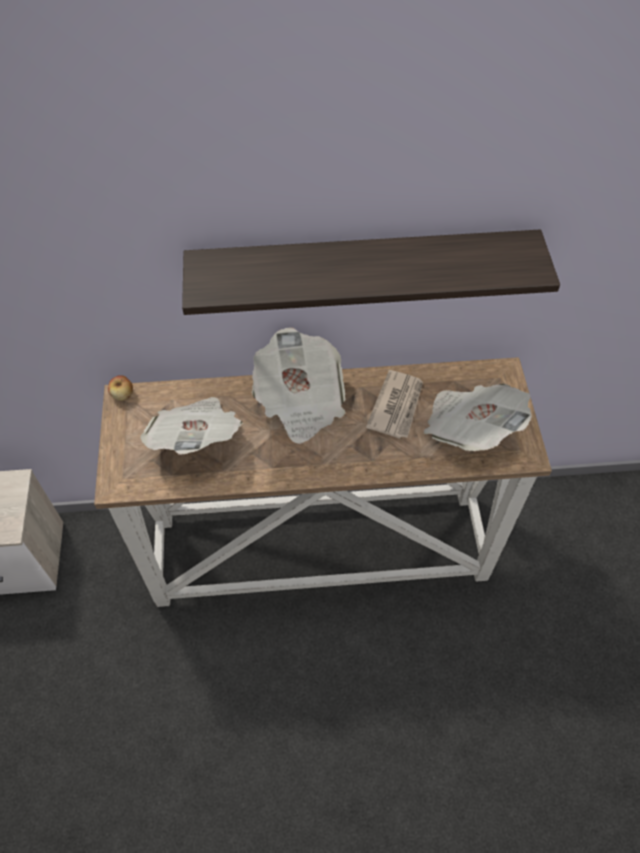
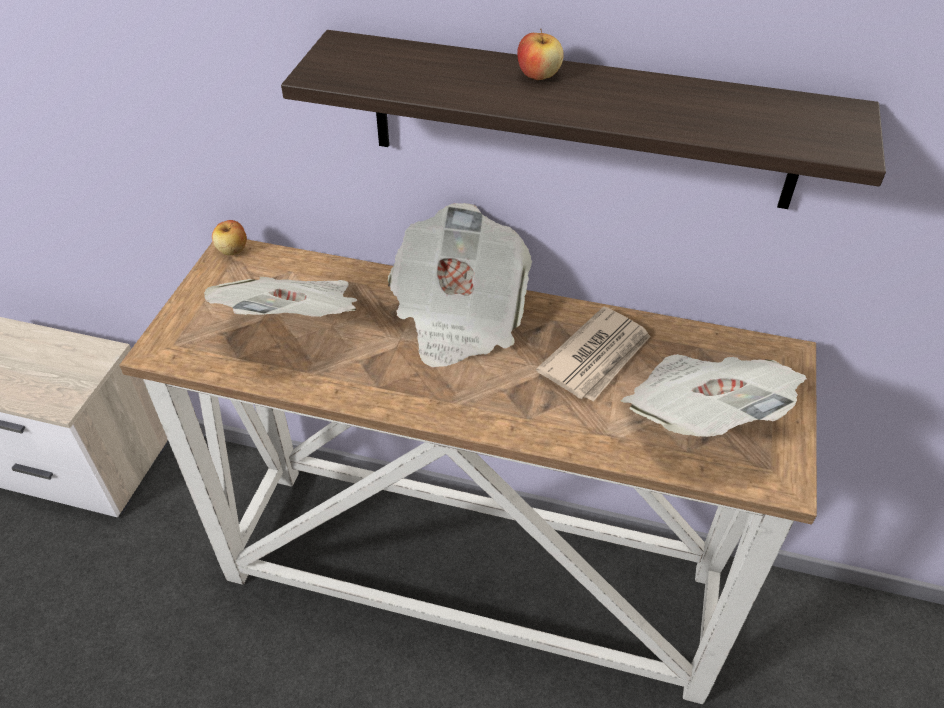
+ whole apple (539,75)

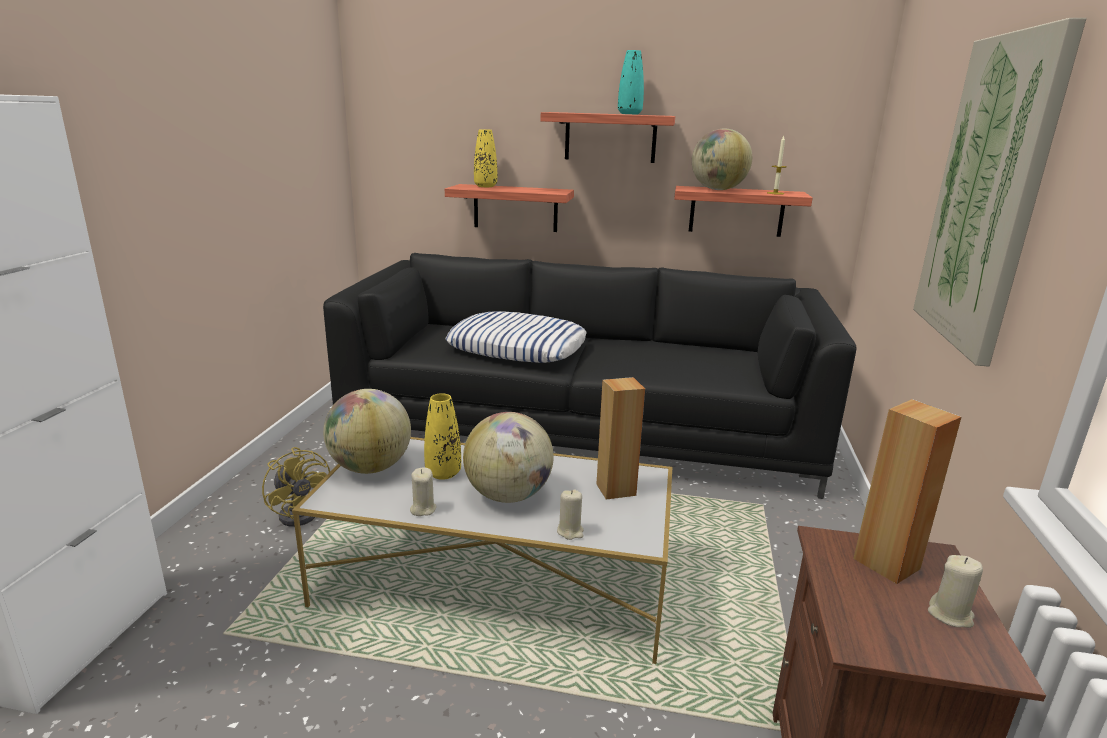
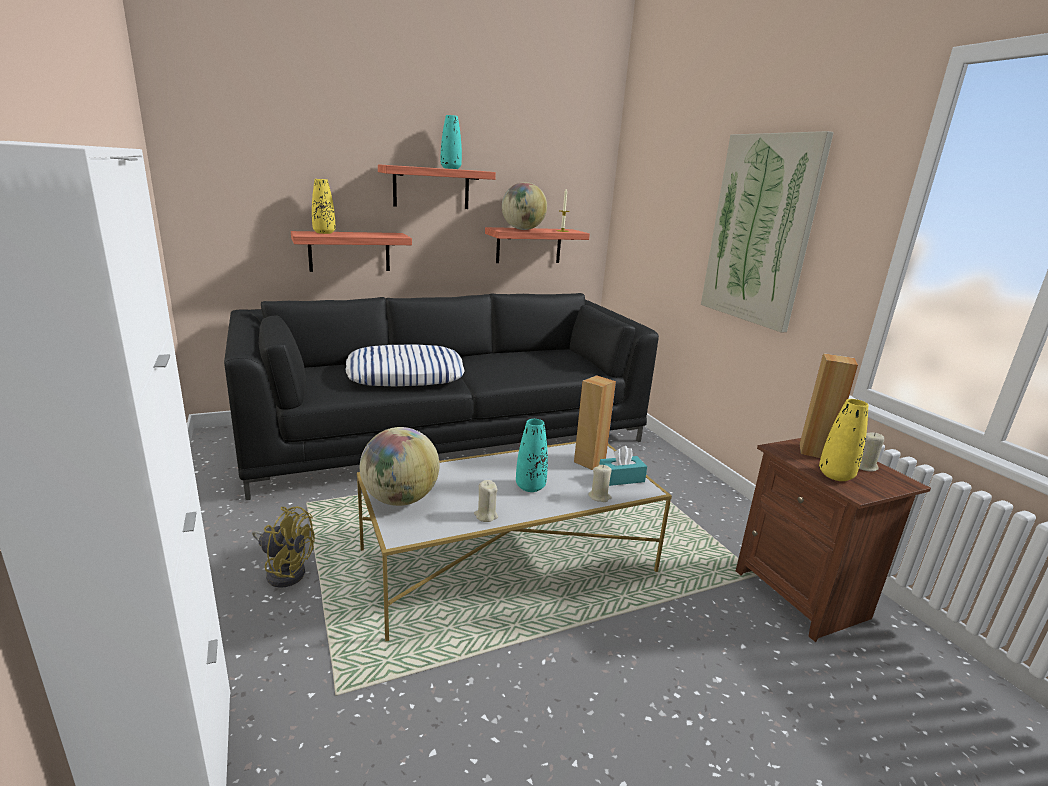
~ decorative vase (yellow) (443,473) to (835,475)
~ desk globe (508,495) to decorative vase (turquoise) (530,487)
+ tissue holder (turquoise) (621,478)

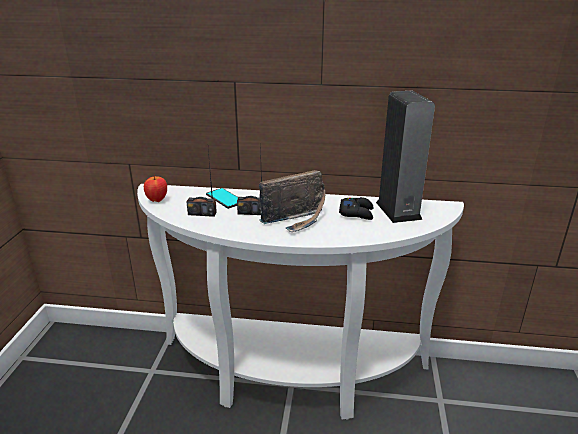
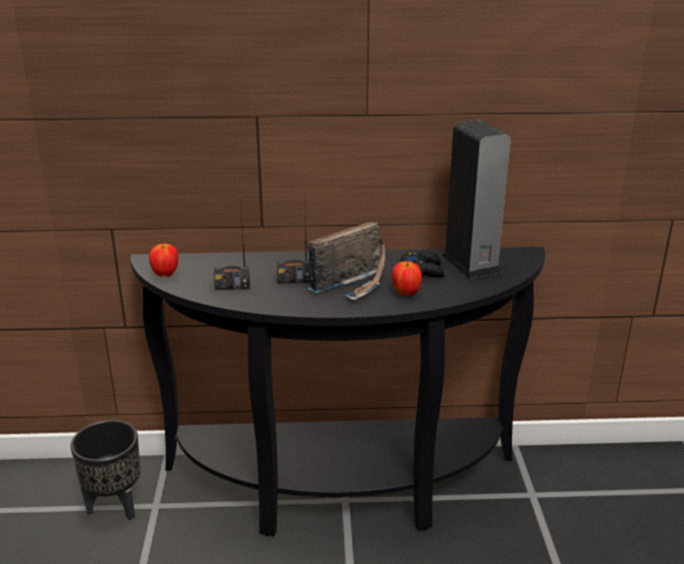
~ narrow table (white-coloured) (289,377) to narrow table (blackish) (341,491)
- handset (224,199)
+ flower pot (blackish) (116,505)
+ whole apple (406,293)

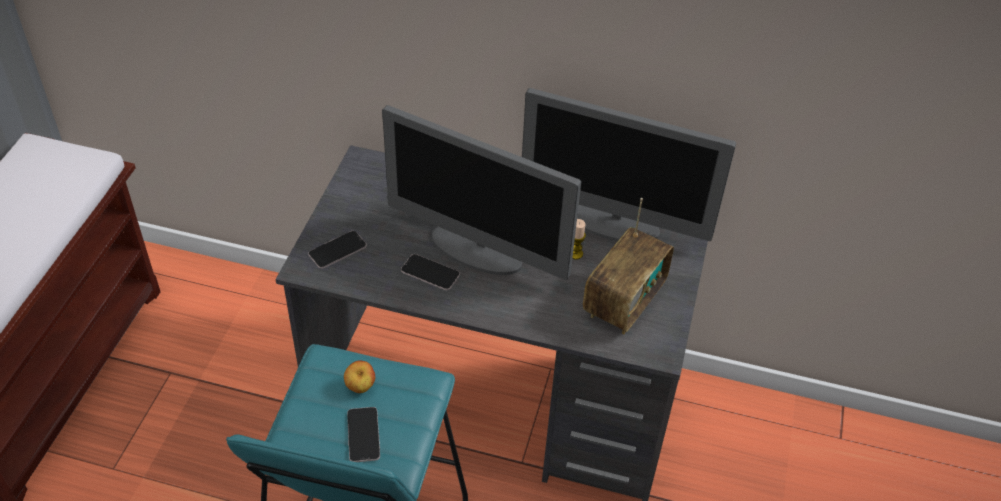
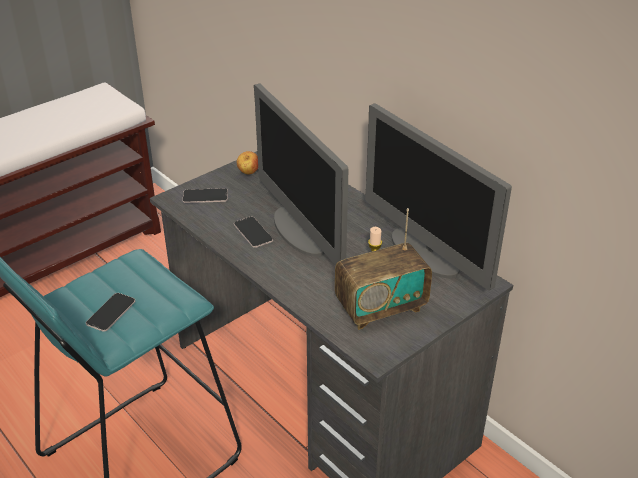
~ whole apple (360,387) to (248,173)

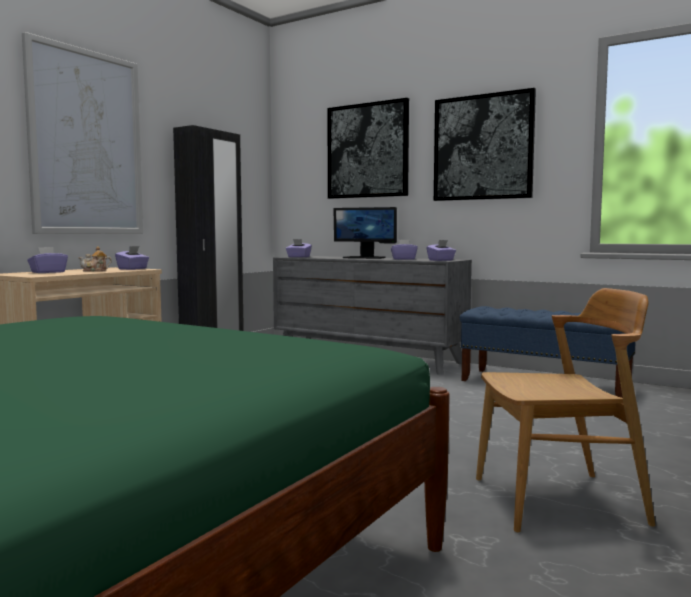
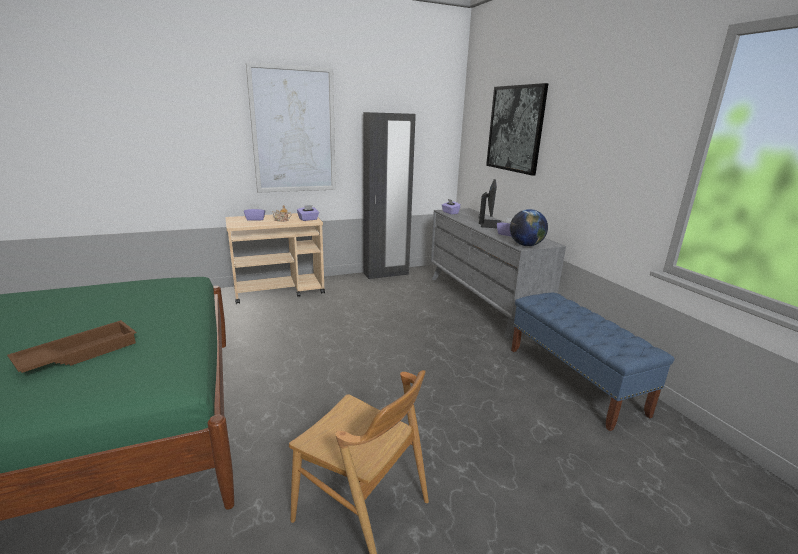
~ computer screen (364,258) = (490,224) 135 degrees counterclockwise
~ tissue holder (purple) (441,260) to desk globe (526,245)
- picture (483,147)
+ carrying tray (brown) (79,353)

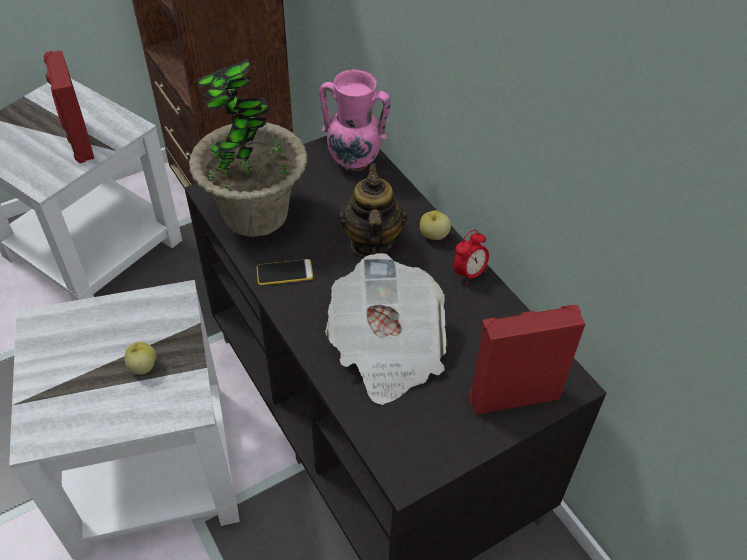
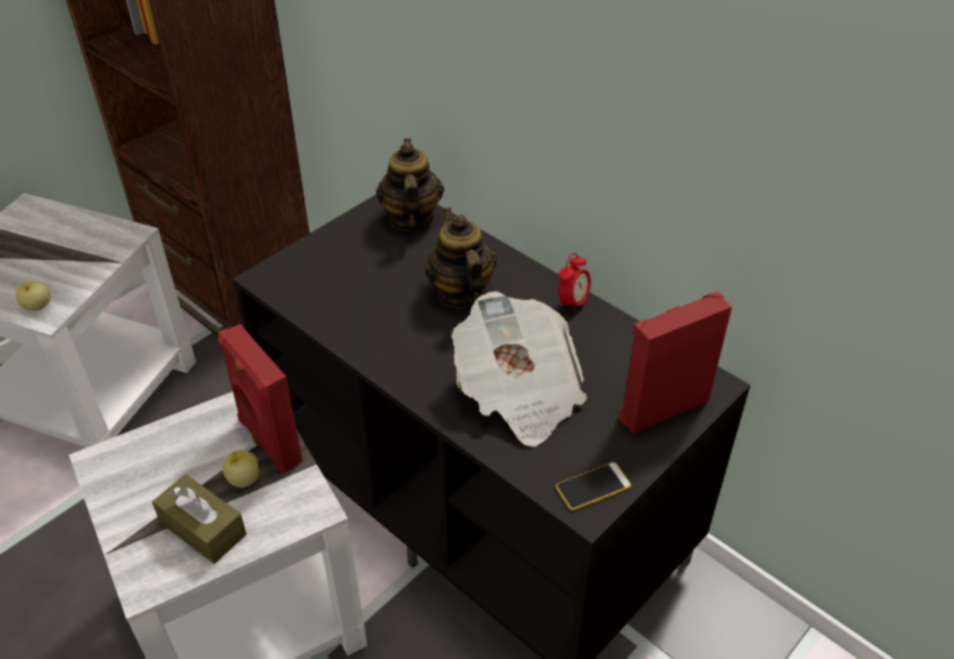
~ loudspeaker (red-coloured) (79,143) to (268,441)
- houseplant (255,214)
~ handset (284,273) to (593,487)
~ decorative vase (pink) (355,162) to teapot (411,219)
~ whole apple (433,235) to (37,306)
+ tissue holder (brown) (203,528)

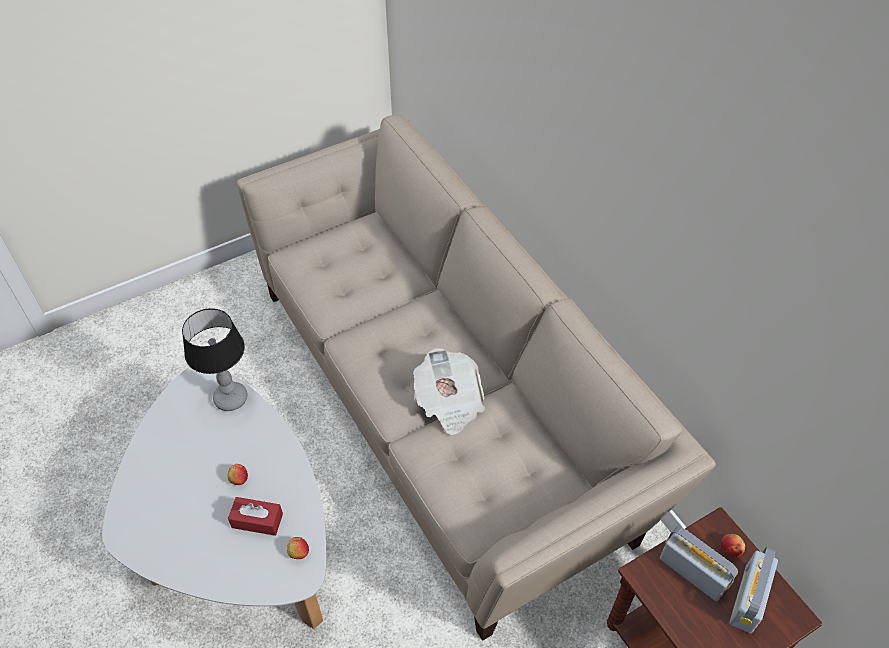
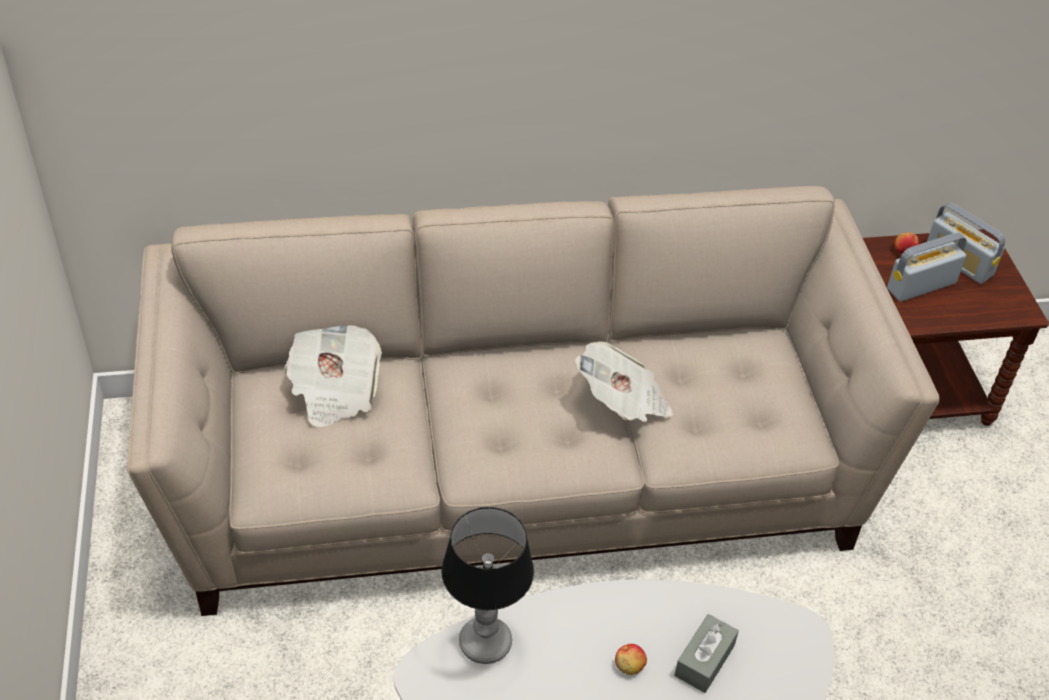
~ tissue holder (red-coloured) (257,520) to tissue holder (grey) (704,660)
- whole apple (298,552)
+ printed paper (334,390)

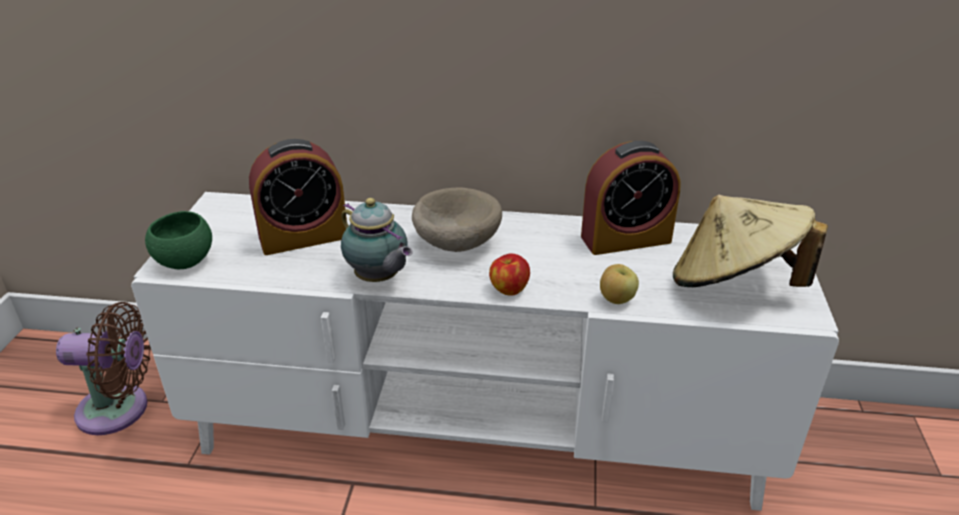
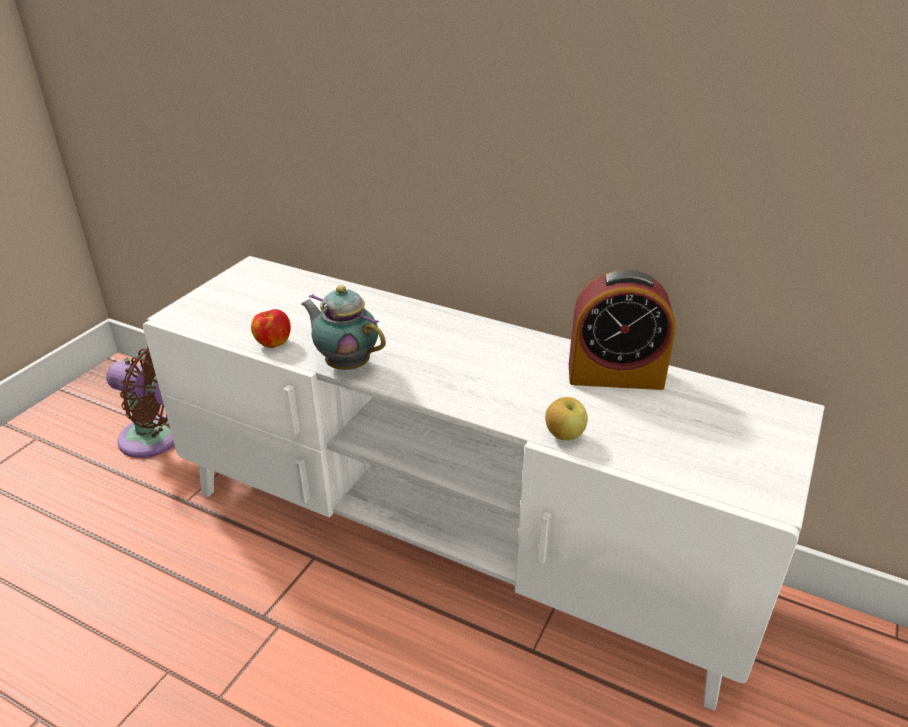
- deep dish (green-coloured) (185,261)
- bedside clock (303,237)
~ teapot (378,279) = (346,364) 150 degrees clockwise
- deep dish (beige-coloured) (455,242)
~ whole apple (508,289) to (273,343)
- wearable hat (beige-coloured) (734,284)

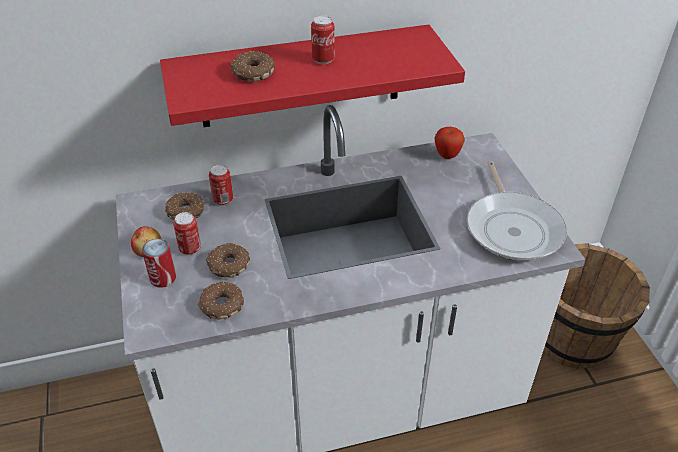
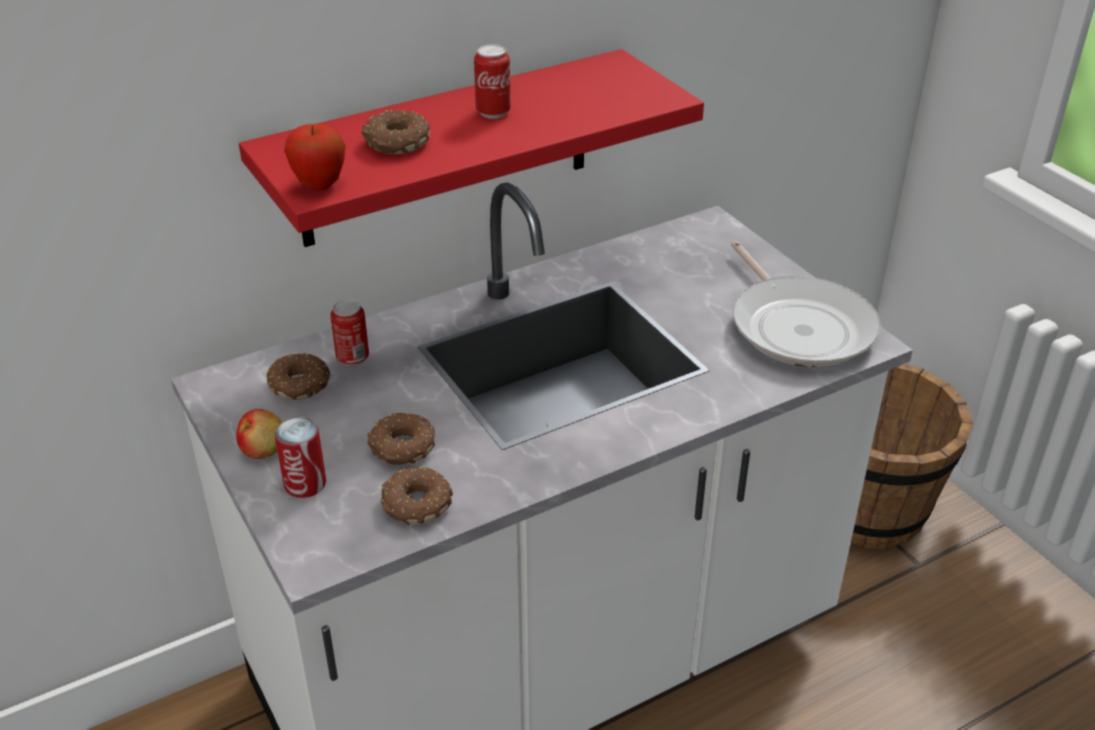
- metal can (190,249)
~ whole apple (447,156) to (319,185)

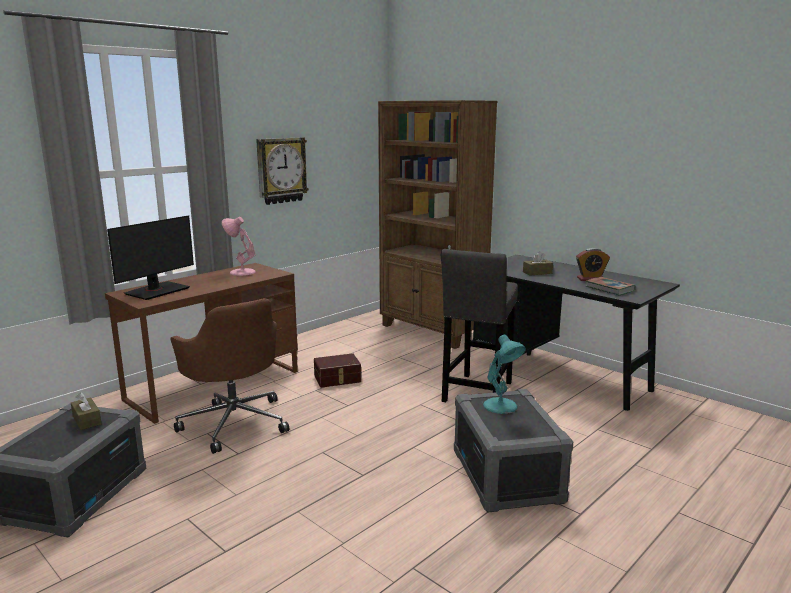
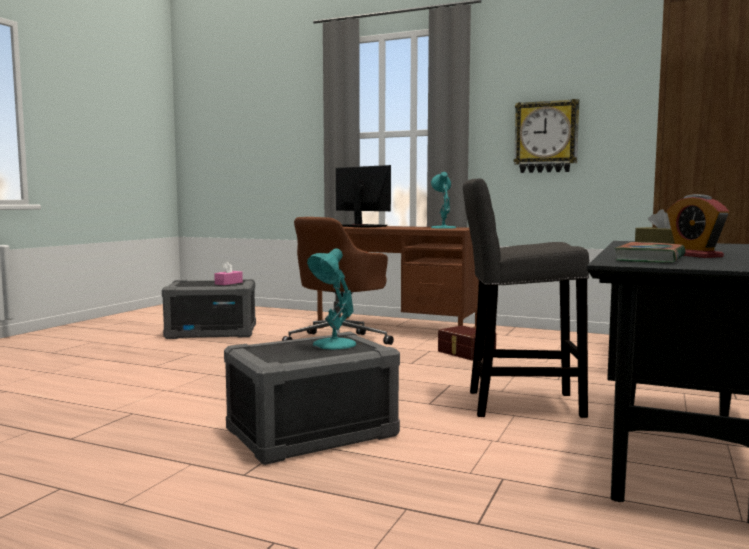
~ tissue holder (brown) (87,420) to tissue holder (pink) (228,283)
~ computer screen (156,291) = (360,226) 150 degrees counterclockwise
~ table lamp (pink) (241,272) to table lamp (turquoise) (443,227)

